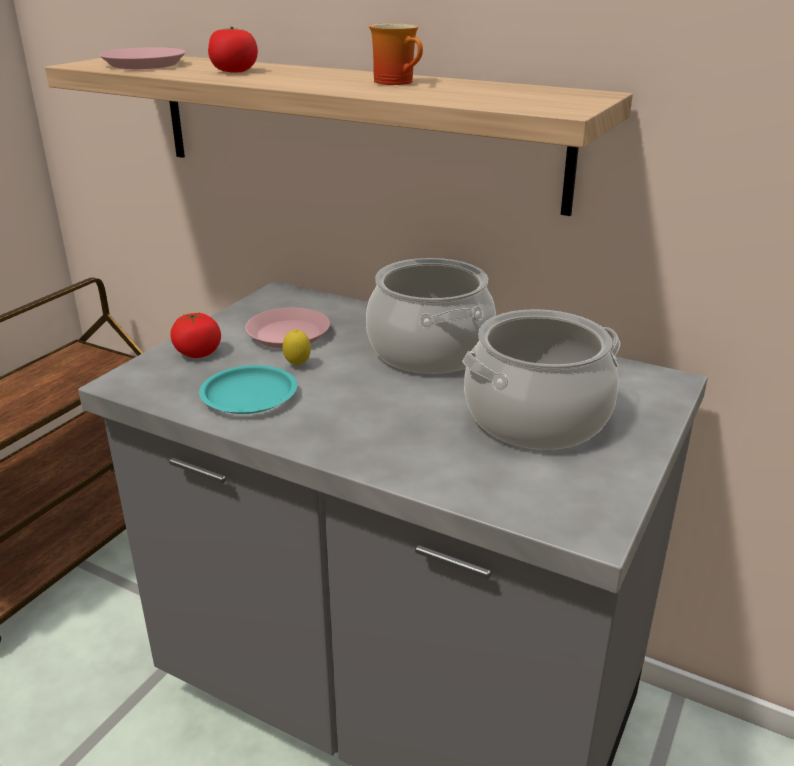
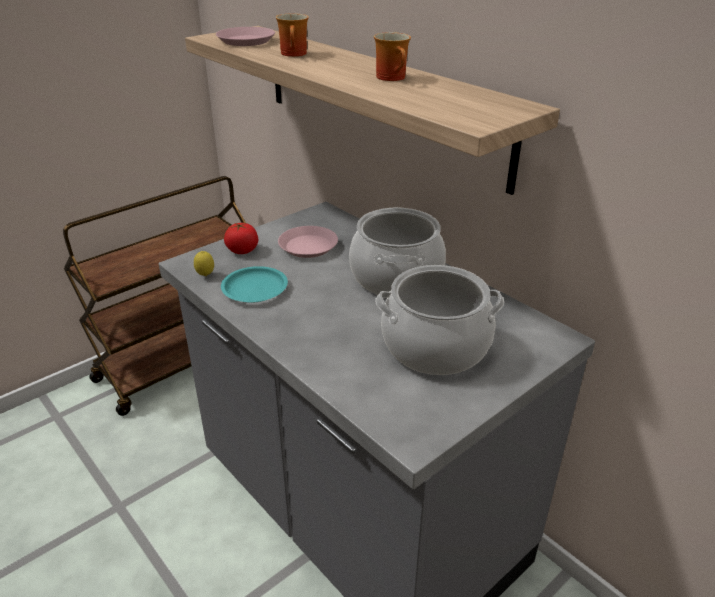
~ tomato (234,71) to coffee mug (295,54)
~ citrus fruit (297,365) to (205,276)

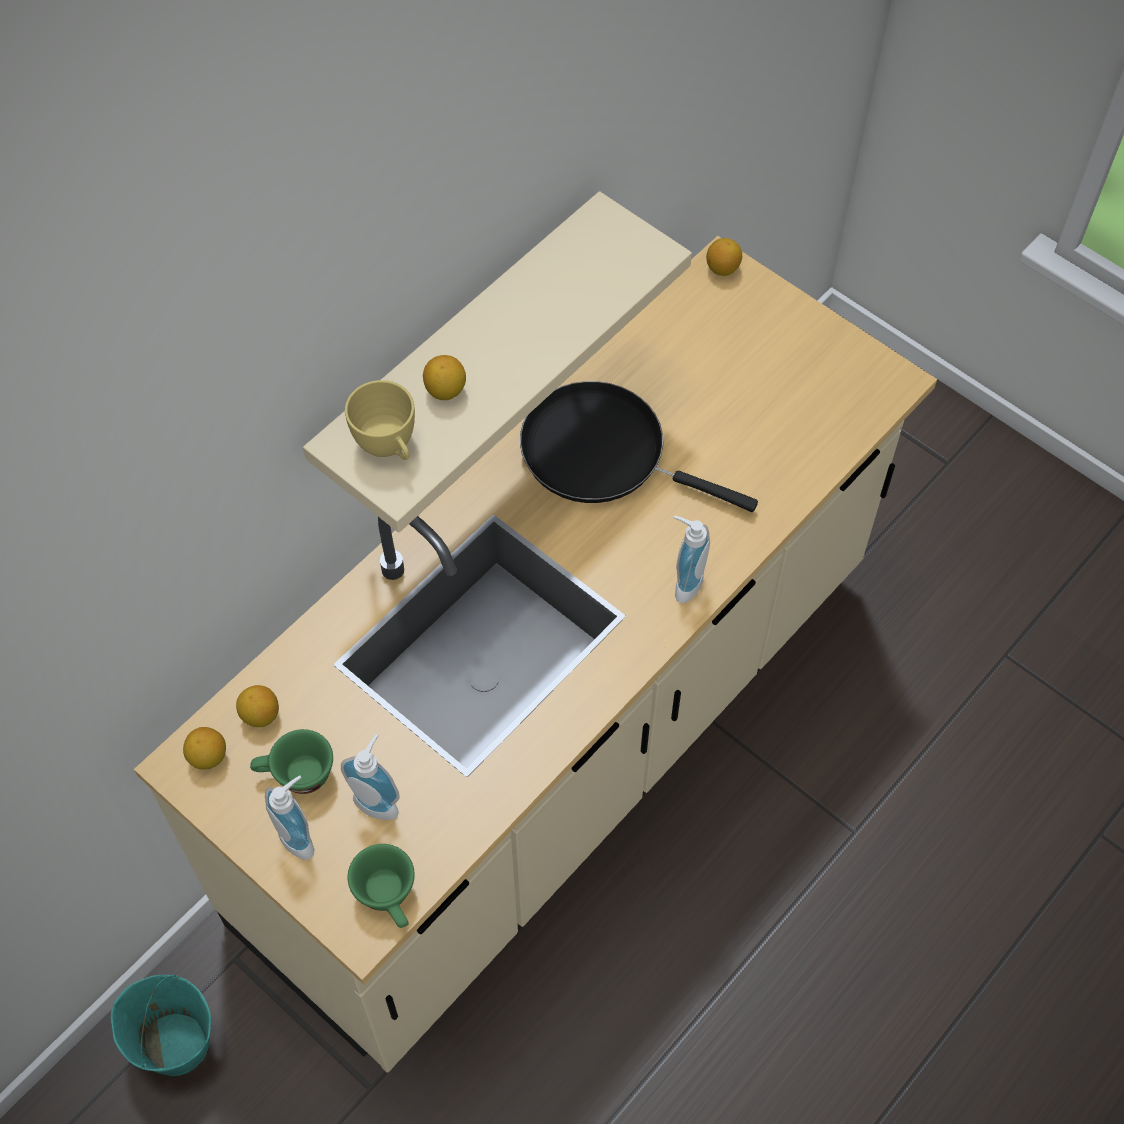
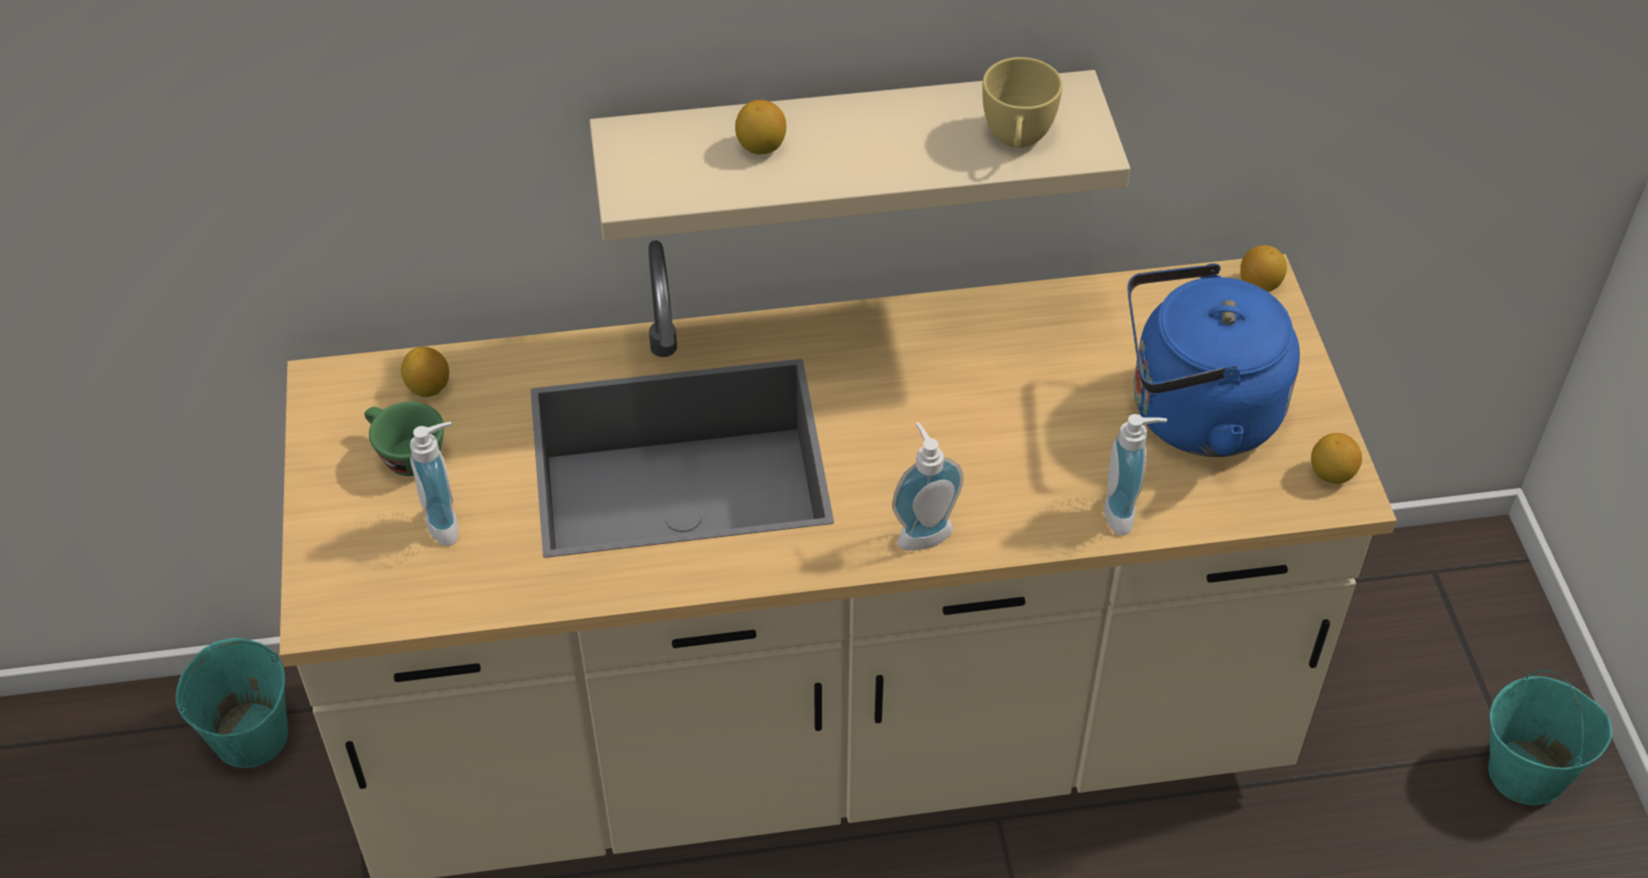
~ citrus fruit (208,757) to (1331,474)
~ soap bottle (301,836) to (1126,512)
~ drinking cup (yellow) (389,447) to (1017,140)
- drinking cup (green-coloured) (389,897)
- skillet (blackish) (603,453)
+ kettle (bluish) (1194,414)
+ bucket (turquoise) (1527,773)

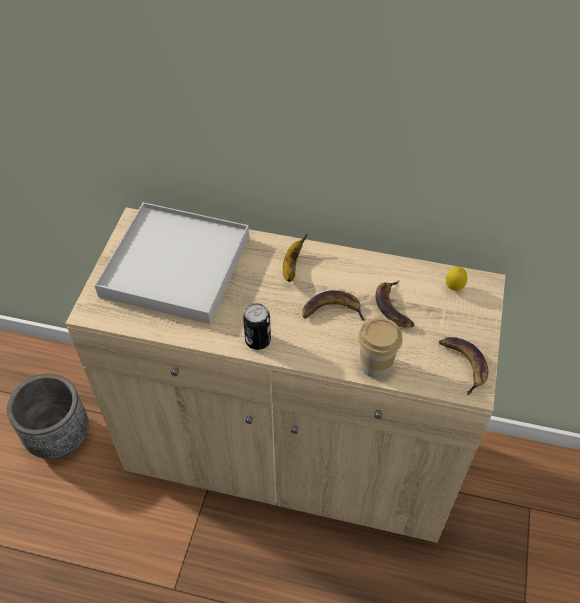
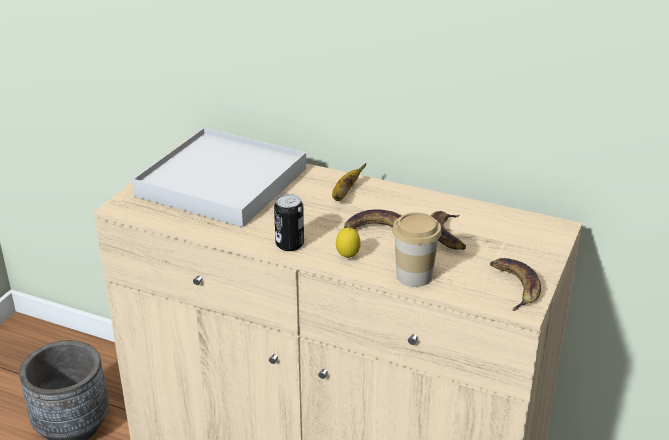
~ citrus fruit (453,288) to (347,257)

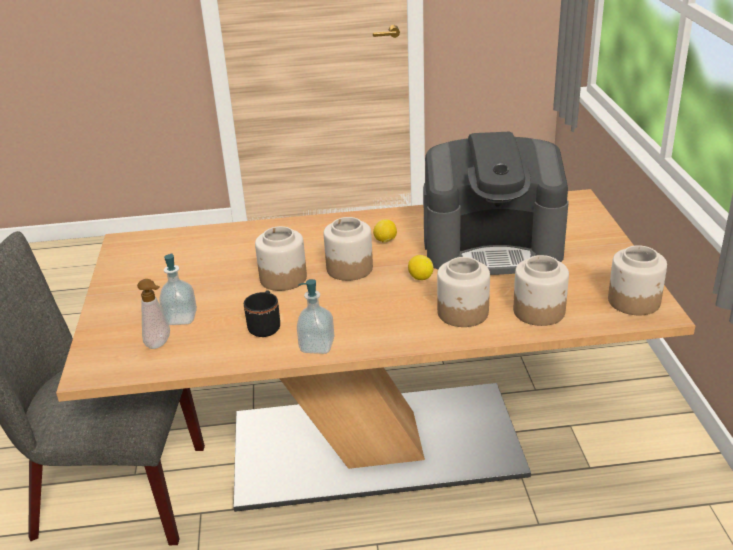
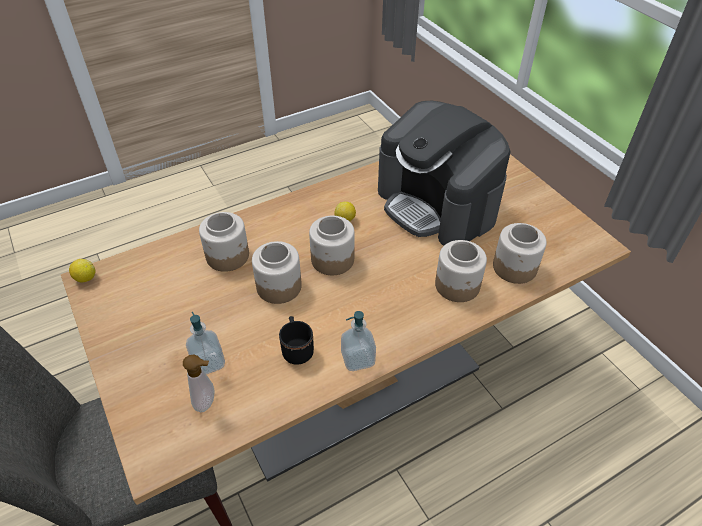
~ citrus fruit (420,278) to (85,278)
~ coffee maker (492,246) = (437,205) 75 degrees clockwise
~ jar (634,301) to (228,256)

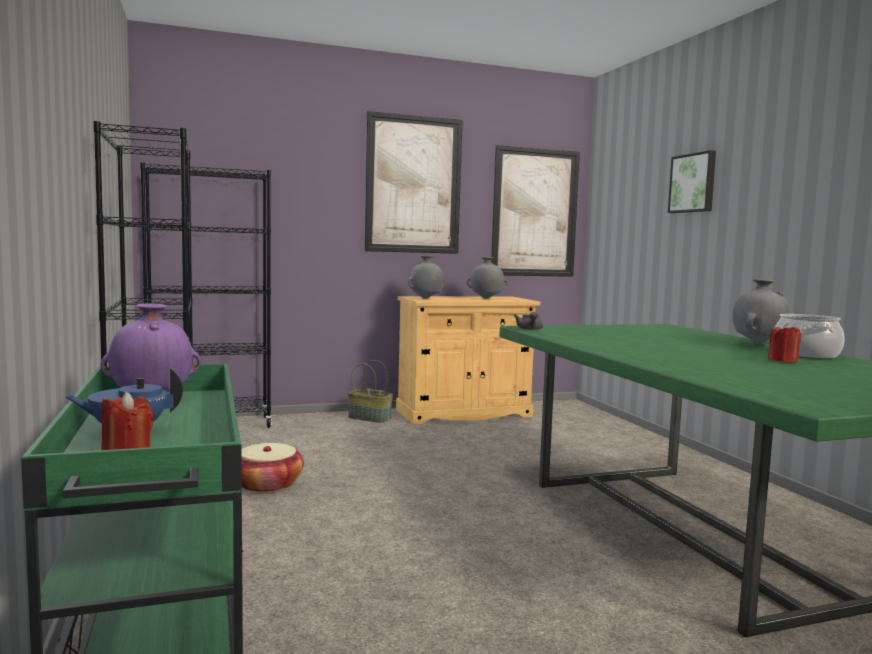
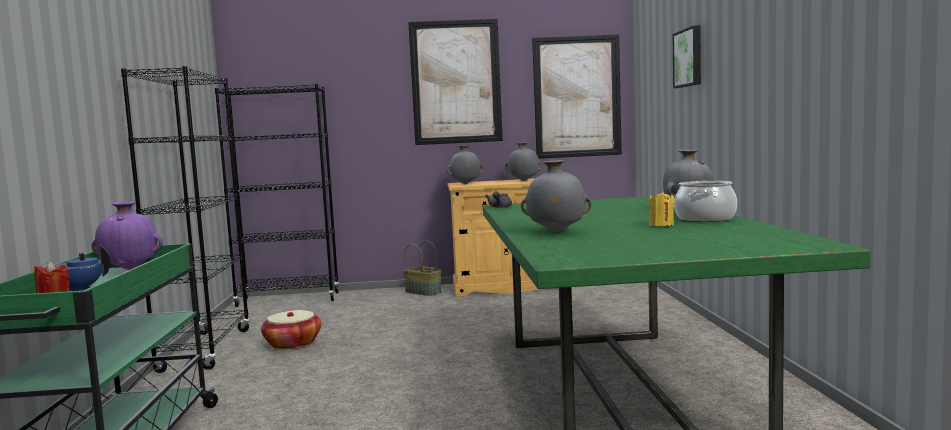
~ wax light (red-coloured) (783,361) to wax light (yellow) (661,225)
+ decorative vase (grey) (556,232)

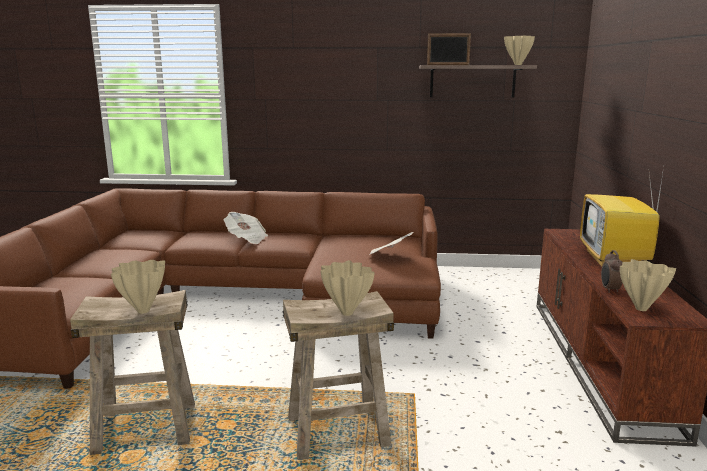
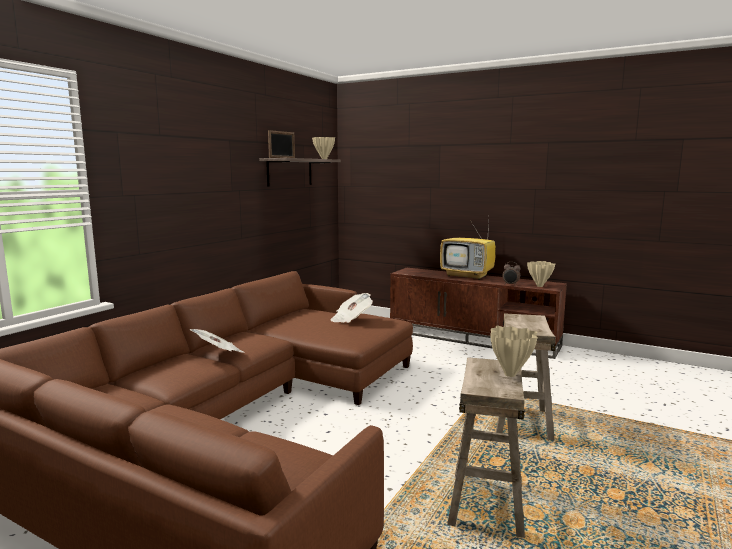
- decorative vase (beige-coloured) (346,313)

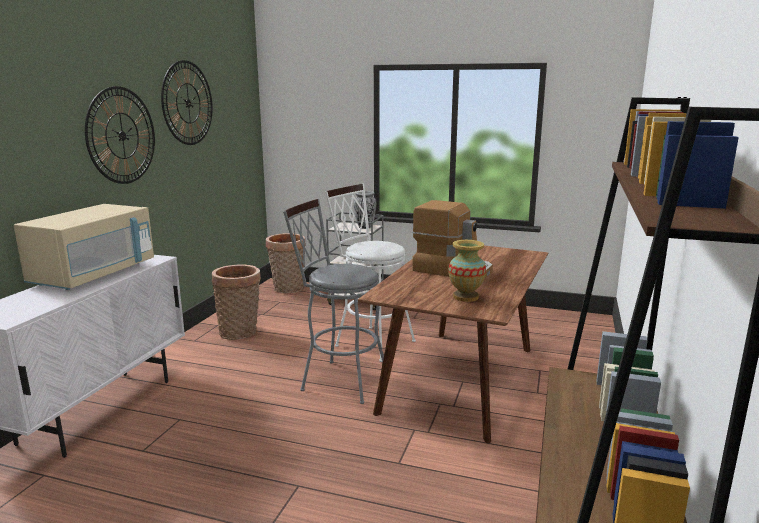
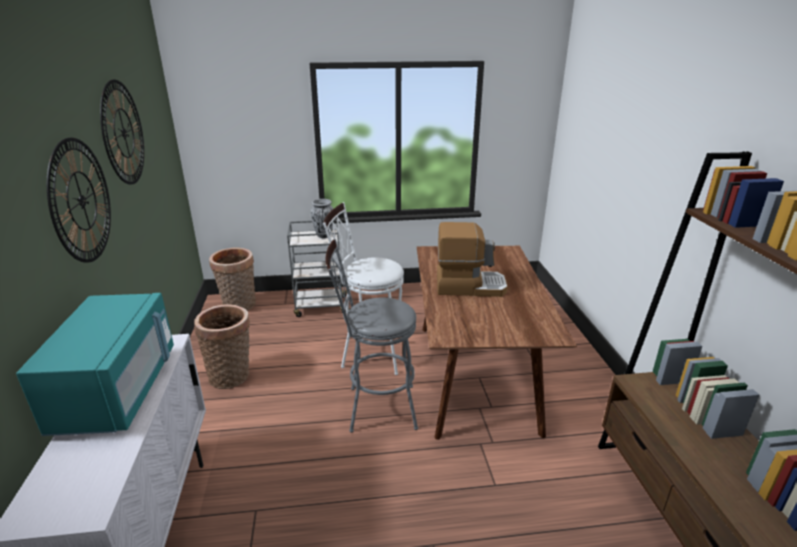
~ microwave (beige-coloured) (95,274) to microwave (turquoise) (118,391)
- decorative vase (465,297)

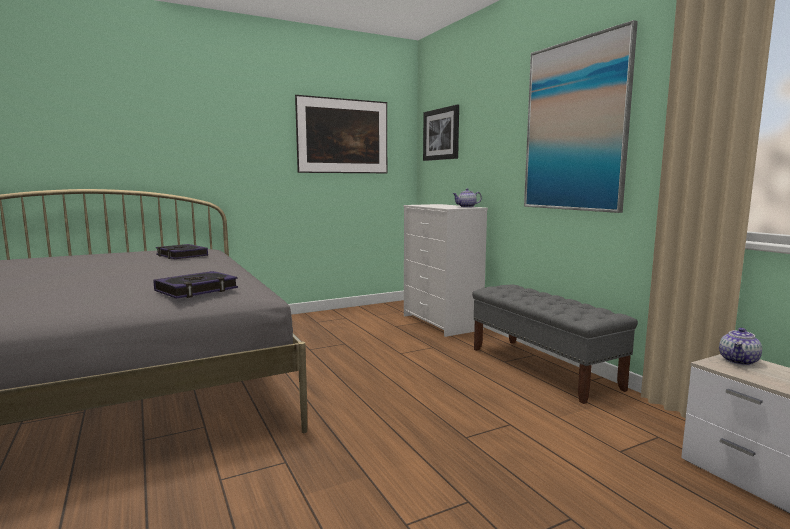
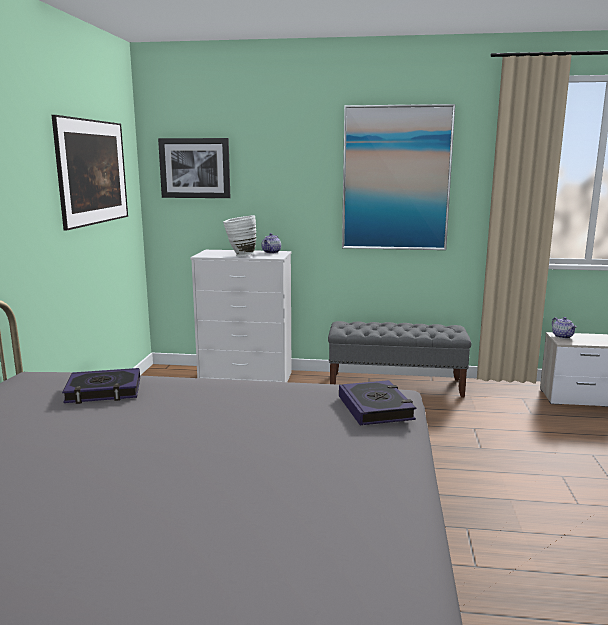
+ decorative vase (white-coloured) (240,255)

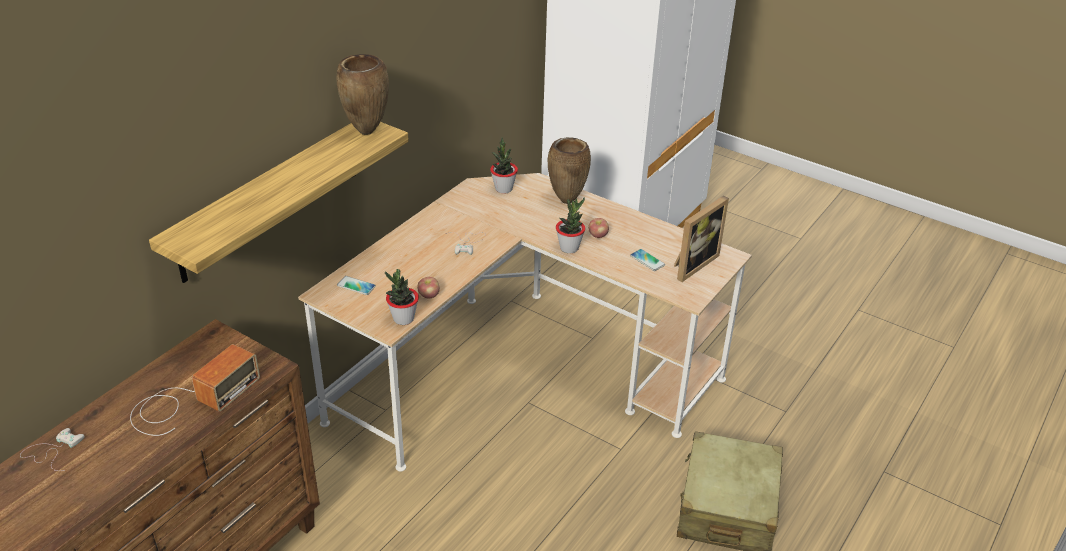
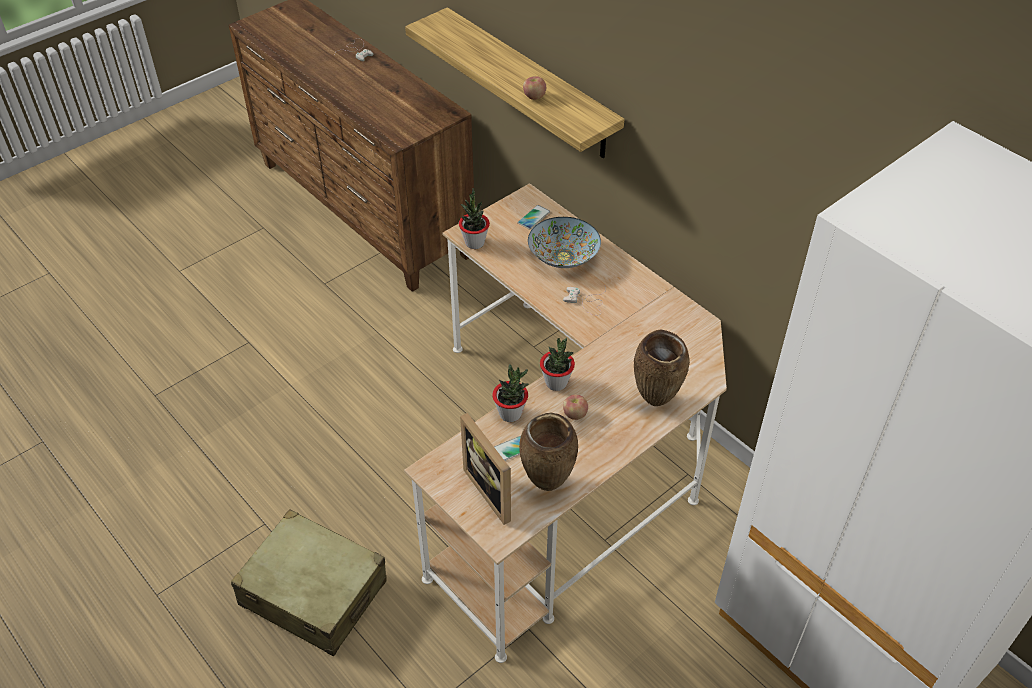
- radio set (190,401)
~ decorative vase (brown) (366,132) to (546,484)
~ whole apple (429,295) to (534,96)
~ houseplant (503,189) to (510,413)
+ deep dish (563,257)

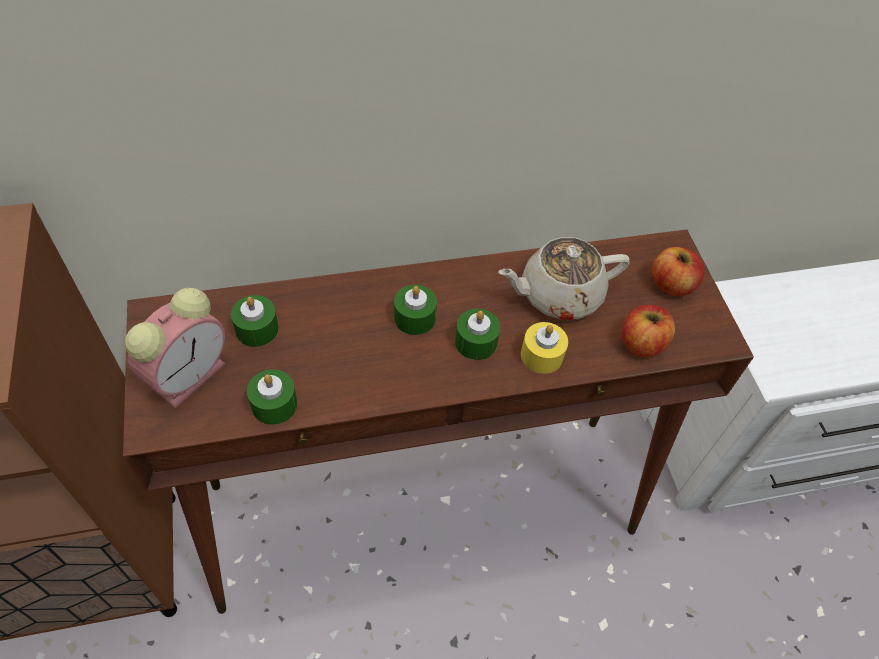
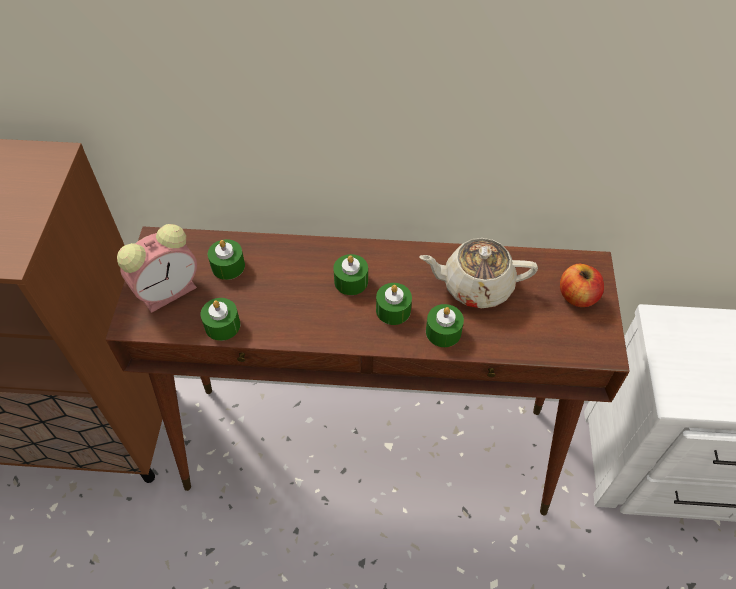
~ wax light (yellow) (541,355) to wax light (green-coloured) (443,332)
- whole apple (641,343)

